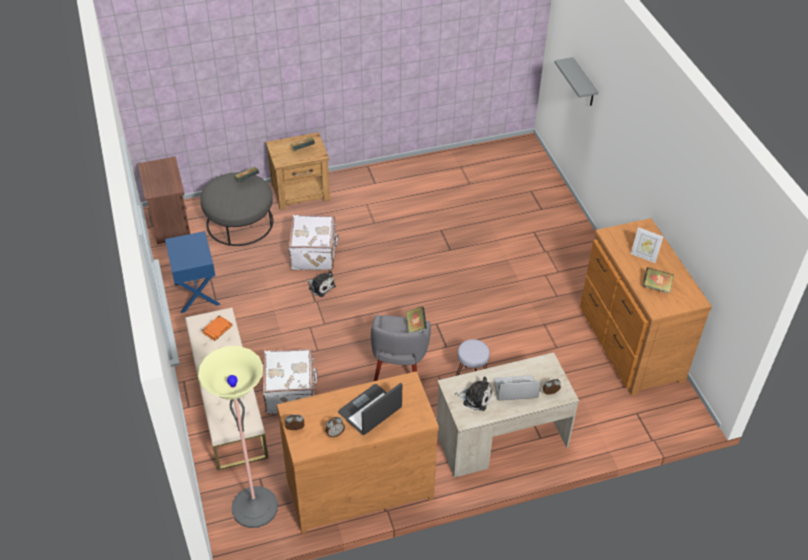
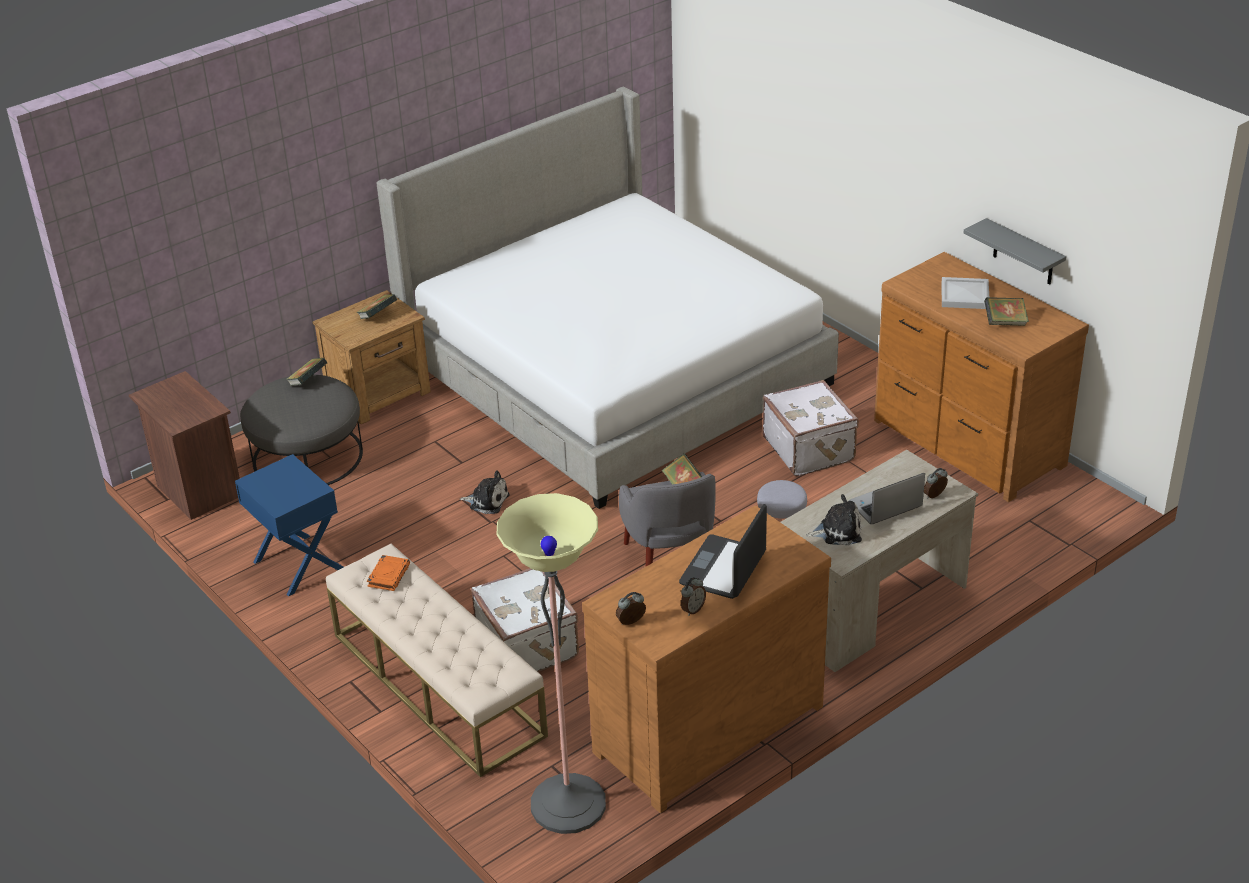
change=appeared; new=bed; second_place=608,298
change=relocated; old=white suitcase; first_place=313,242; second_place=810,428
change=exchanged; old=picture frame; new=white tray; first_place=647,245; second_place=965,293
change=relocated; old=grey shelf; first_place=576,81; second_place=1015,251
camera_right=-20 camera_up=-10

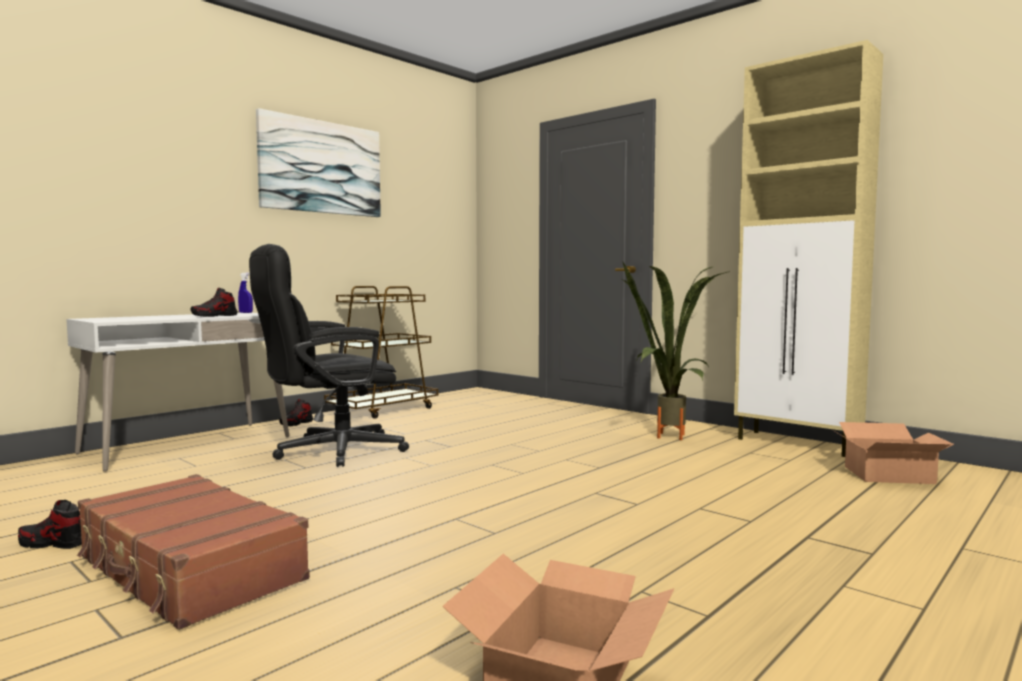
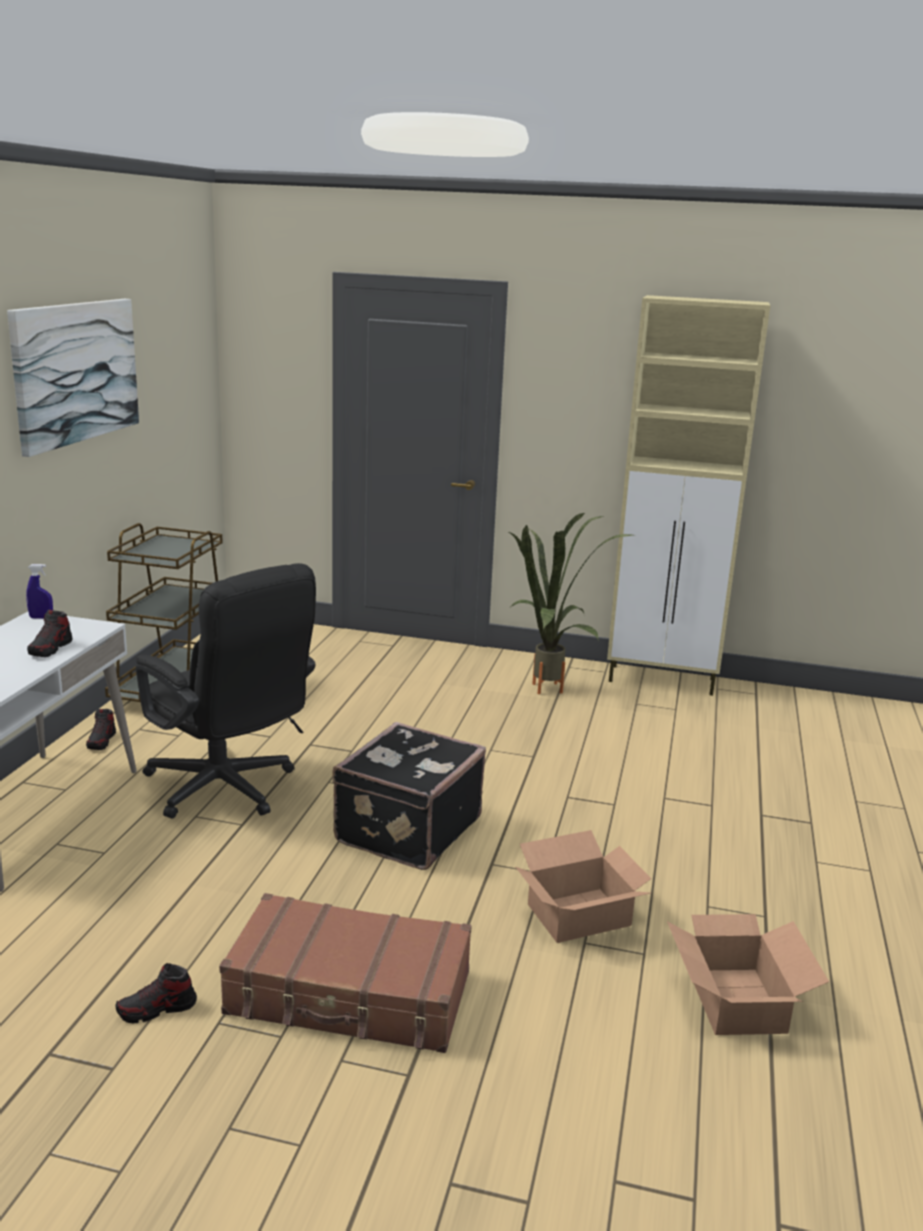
change=spun; old=black office chair; first_place=329,355; second_place=225,691; degrees=-75
change=appeared; new=black suitcase; second_place=409,796
change=relocated; old=cardboard box; first_place=893,453; second_place=583,886
camera_right=-30 camera_up=15

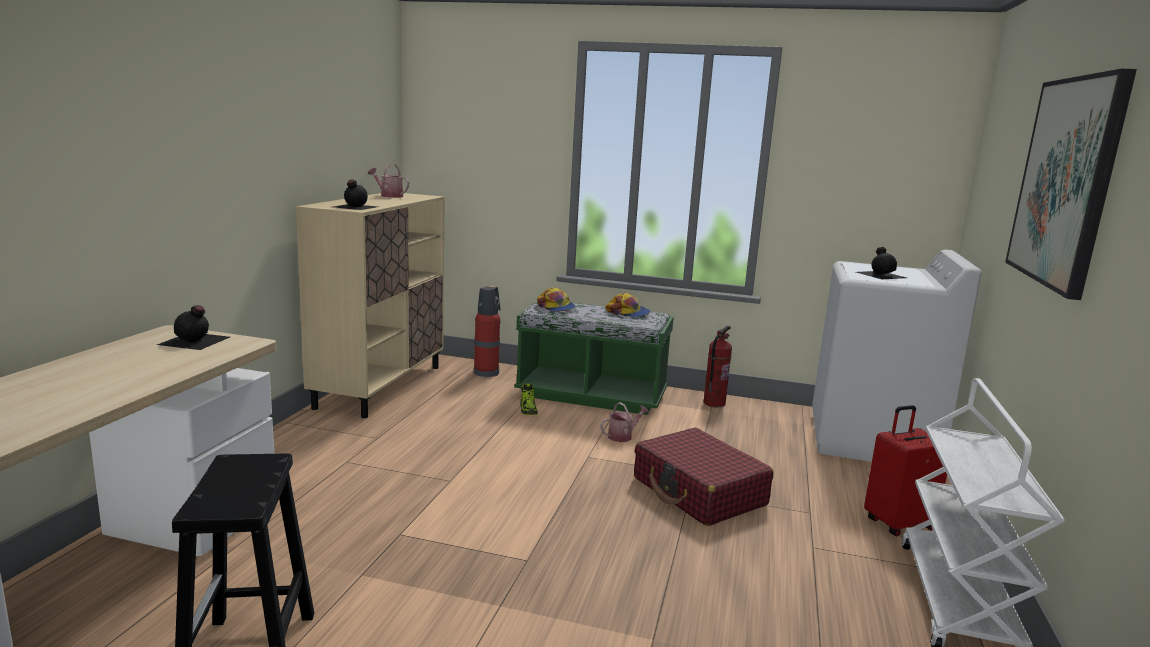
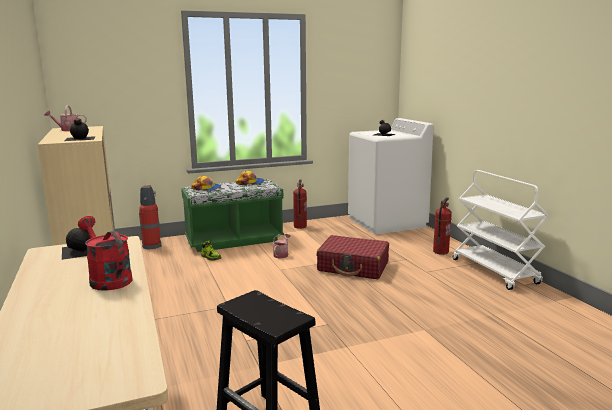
change=appeared; new=red watering can; second_place=105,253
change=exchanged; old=red suitcase; new=fire extinguisher; first_place=905,471; second_place=442,226
change=missing; old=picture; first_place=1071,184
camera_right=-35 camera_up=0

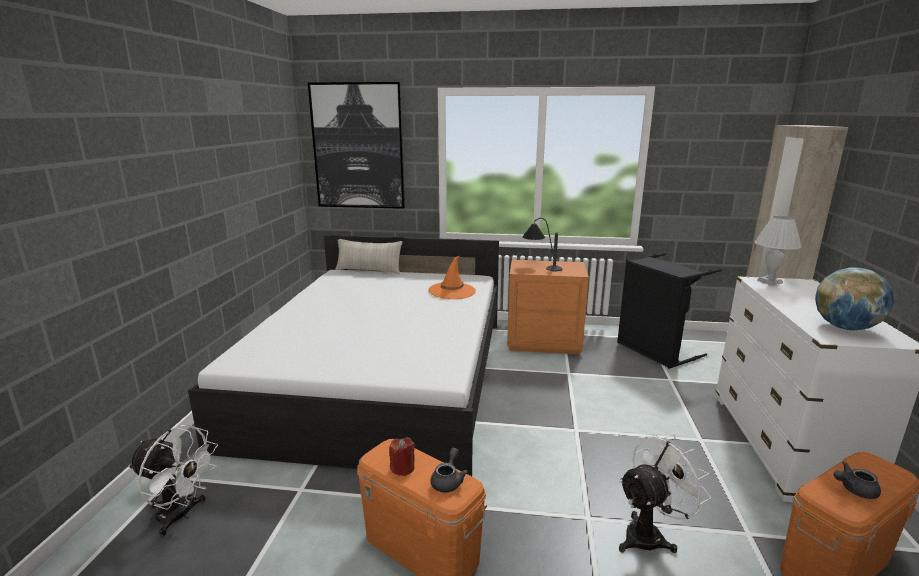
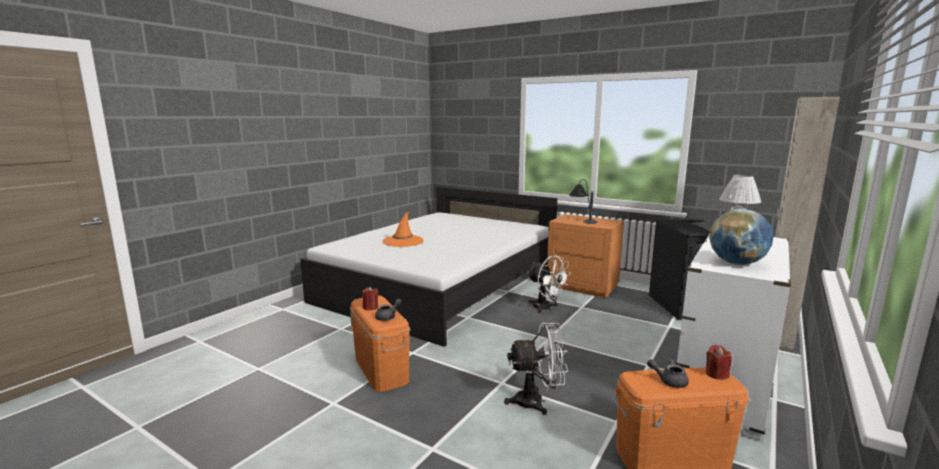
change=relocated; old=orange hat; first_place=452,277; second_place=403,229
change=relocated; old=white fan; first_place=173,480; second_place=549,284
change=appeared; new=red candle; second_place=719,362
change=missing; old=picture; first_place=356,145
change=missing; old=beige pillow; first_place=369,256
camera_right=25 camera_up=-5

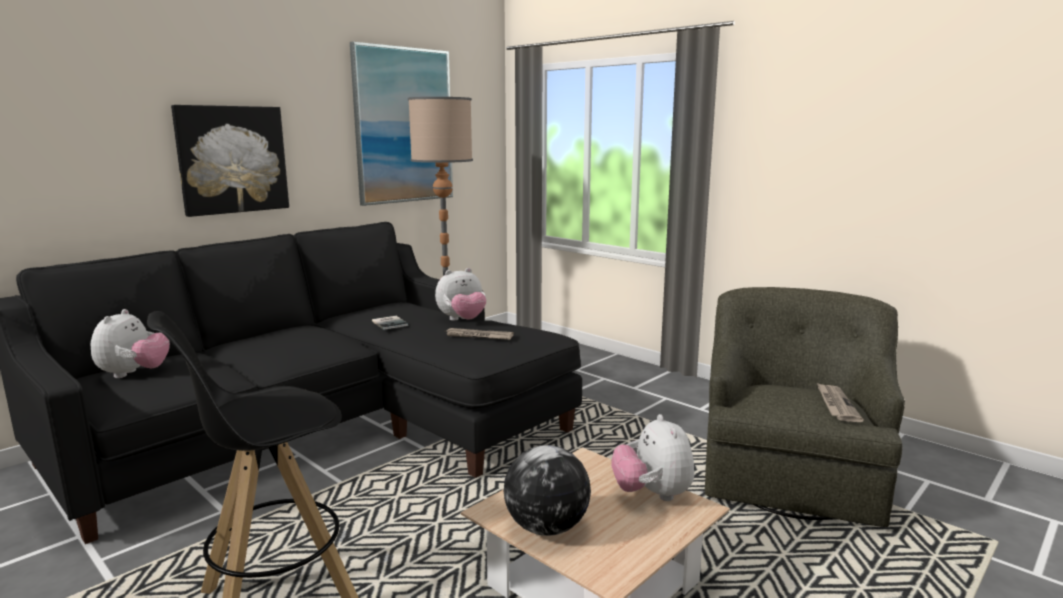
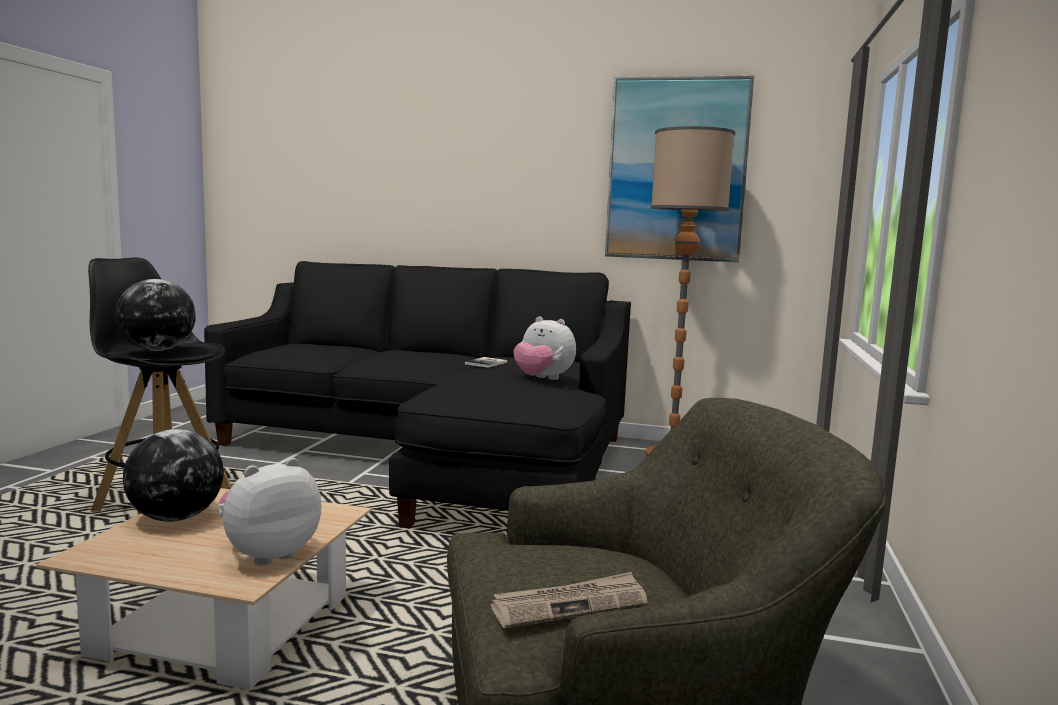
change=appeared; new=globe; second_place=155,315
change=missing; old=plush toy; first_place=130,343
change=missing; old=picture; first_place=230,161
change=missing; old=newspaper; first_place=480,334
camera_right=60 camera_up=-5

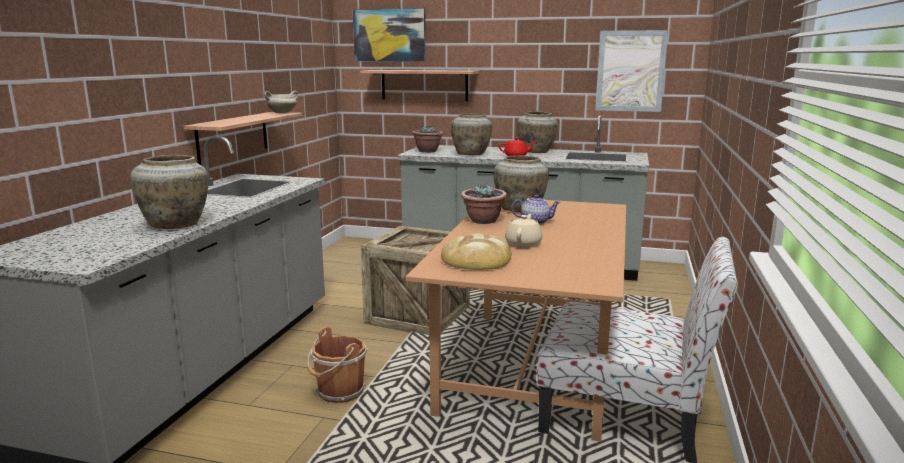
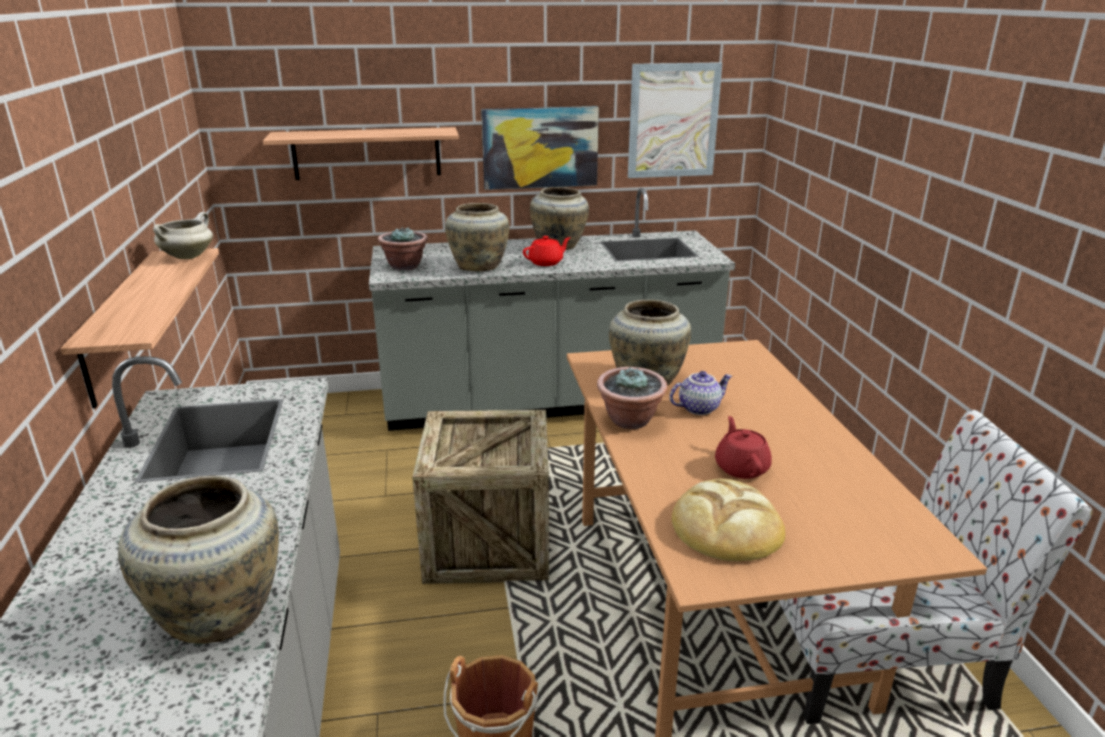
change=relocated; old=picture; first_place=389,35; second_place=540,148
change=colour; old=beige teapot; new=red teapot; first_place=524,230; second_place=743,447
camera_right=-25 camera_up=10

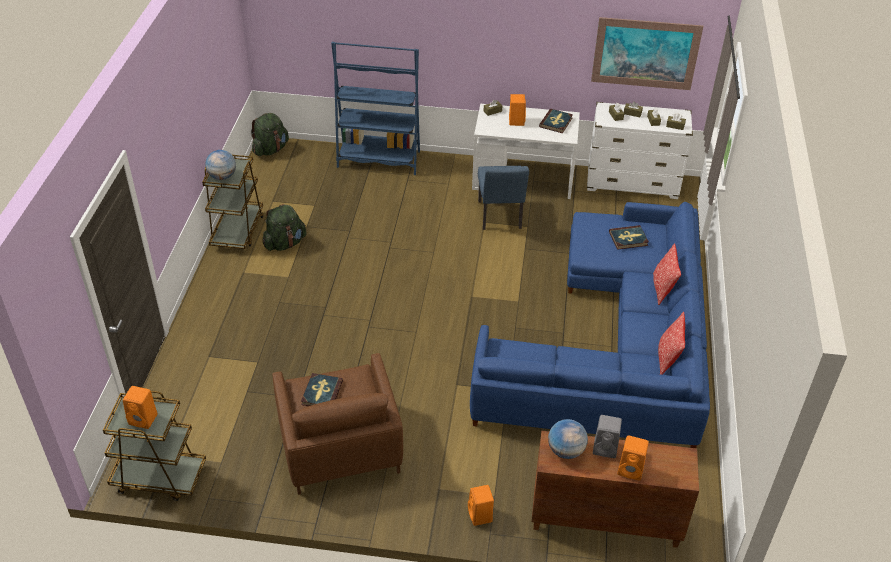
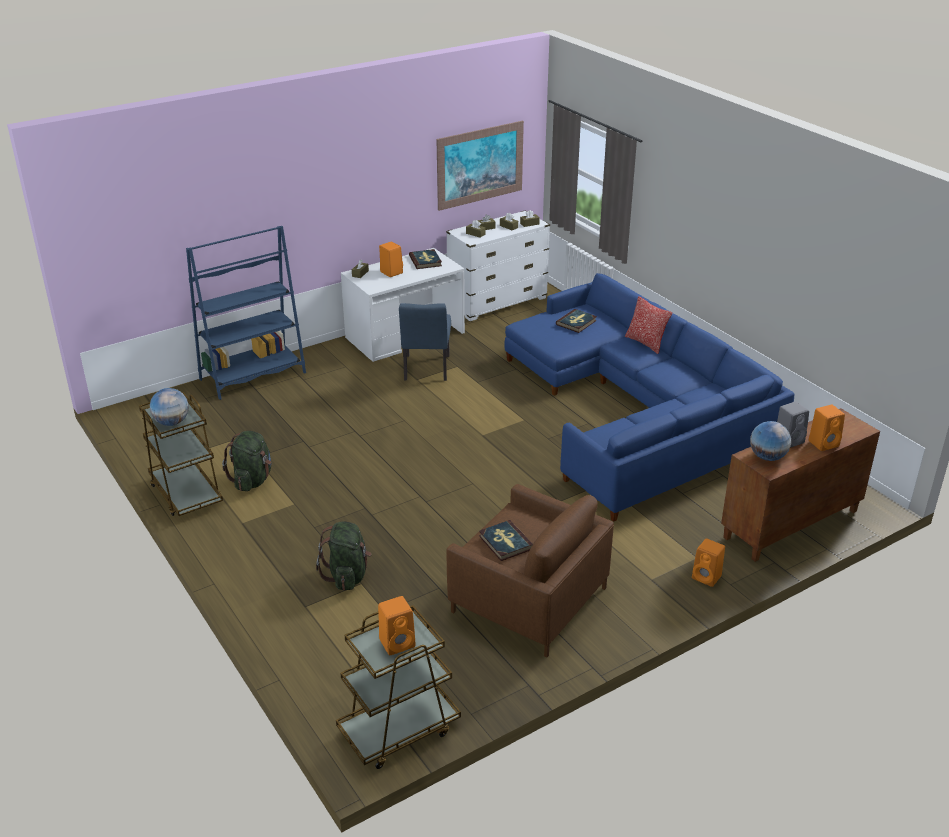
change=relocated; old=green backpack; first_place=270,134; second_place=344,556
change=spun; old=blue chair; first_place=503,198; second_place=425,342; degrees=45
change=missing; old=pillow; first_place=671,343
camera_right=-40 camera_up=-10

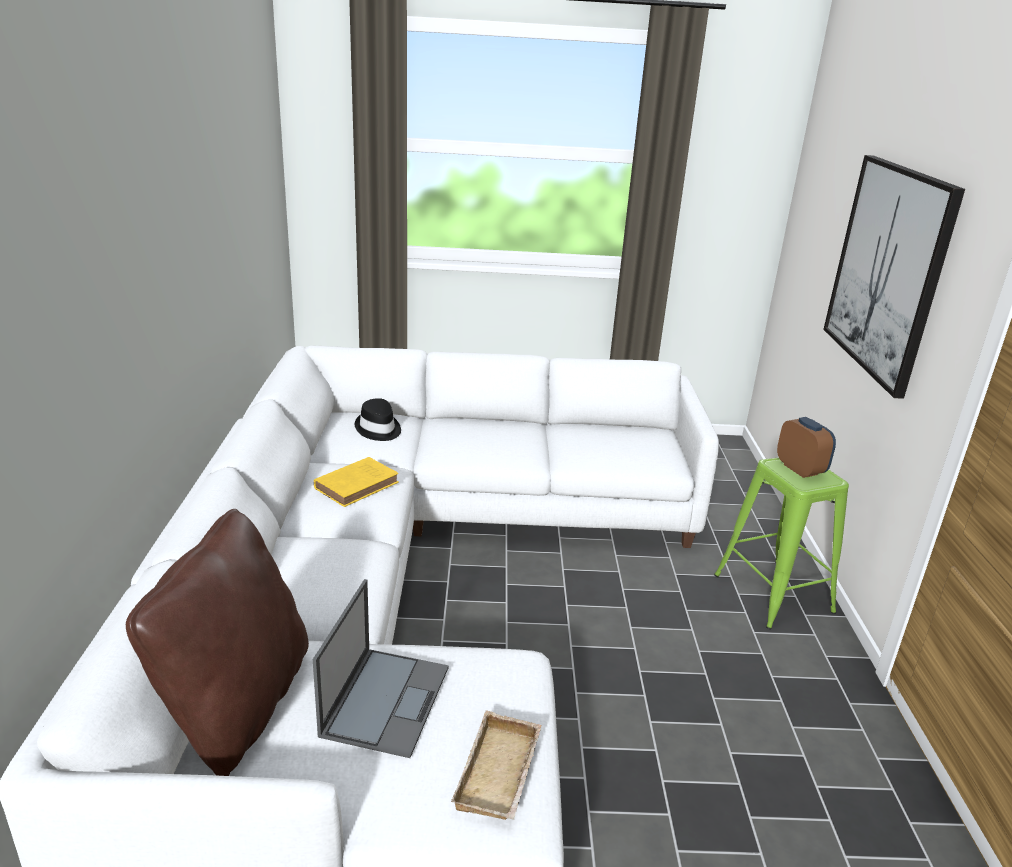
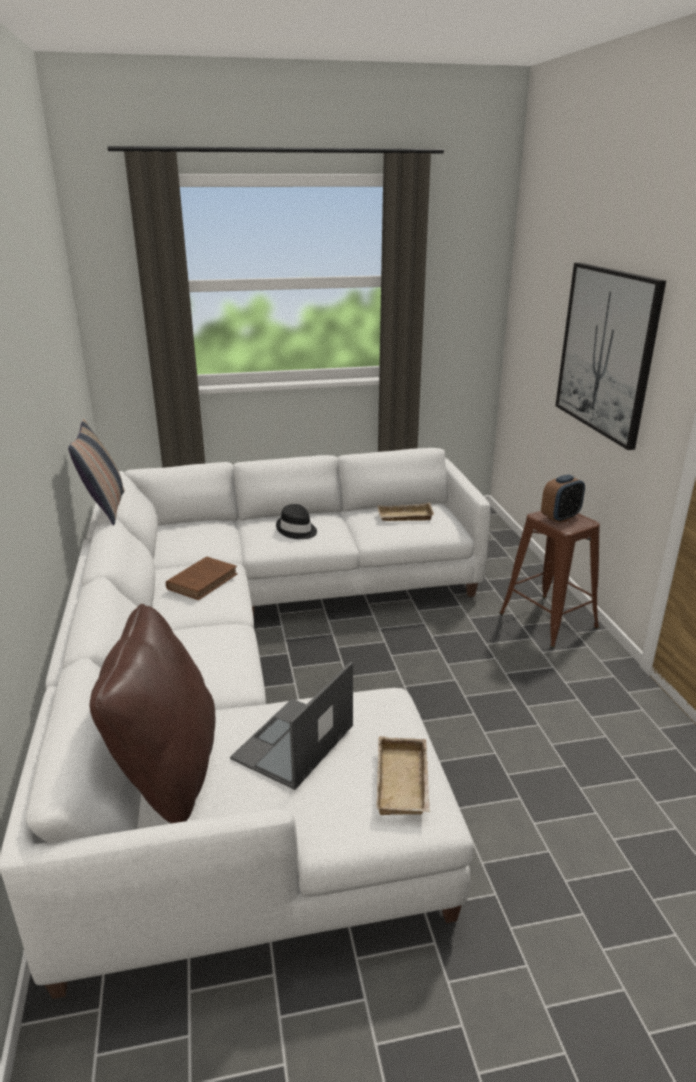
change=appeared; new=pillow; second_place=96,472
change=colour; old=yellow book; new=brown book; first_place=356,482; second_place=202,578
change=spun; old=laptop; first_place=381,668; second_place=291,725; degrees=-150
change=relocated; old=black hat; first_place=378,419; second_place=296,521
change=appeared; new=beige tray; second_place=405,512
change=colour; old=green stool; new=brown stool; first_place=781,543; second_place=549,579
change=spun; old=alarm clock; first_place=806,447; second_place=563,498; degrees=90
camera_right=-10 camera_up=0

